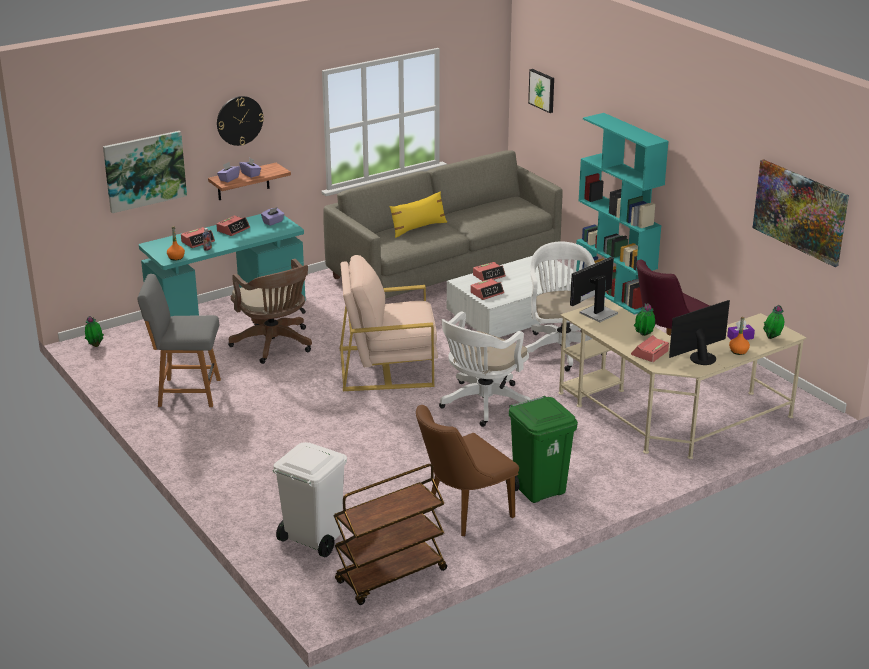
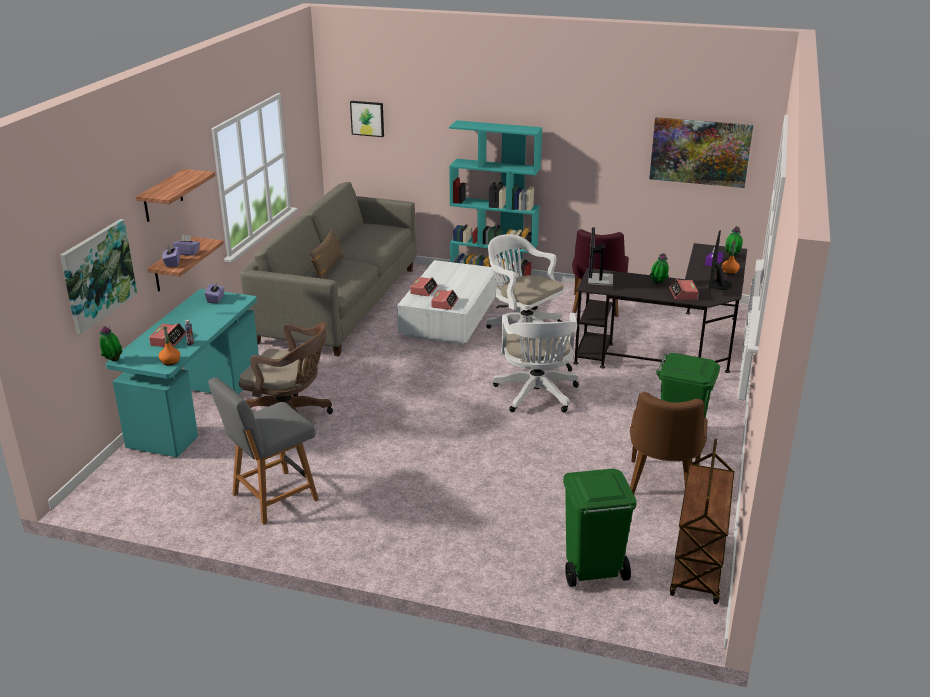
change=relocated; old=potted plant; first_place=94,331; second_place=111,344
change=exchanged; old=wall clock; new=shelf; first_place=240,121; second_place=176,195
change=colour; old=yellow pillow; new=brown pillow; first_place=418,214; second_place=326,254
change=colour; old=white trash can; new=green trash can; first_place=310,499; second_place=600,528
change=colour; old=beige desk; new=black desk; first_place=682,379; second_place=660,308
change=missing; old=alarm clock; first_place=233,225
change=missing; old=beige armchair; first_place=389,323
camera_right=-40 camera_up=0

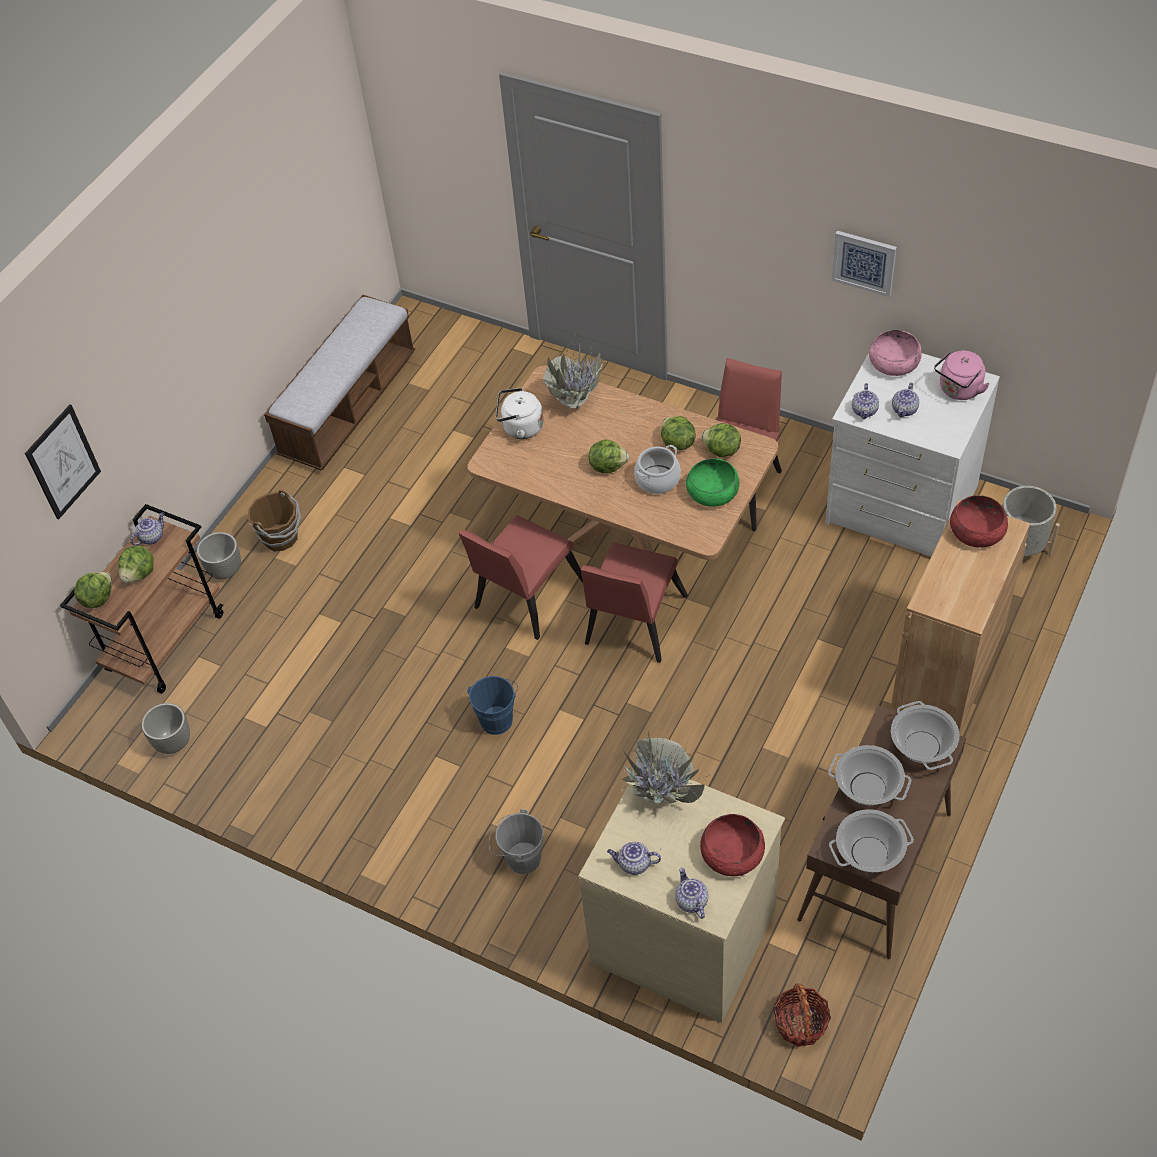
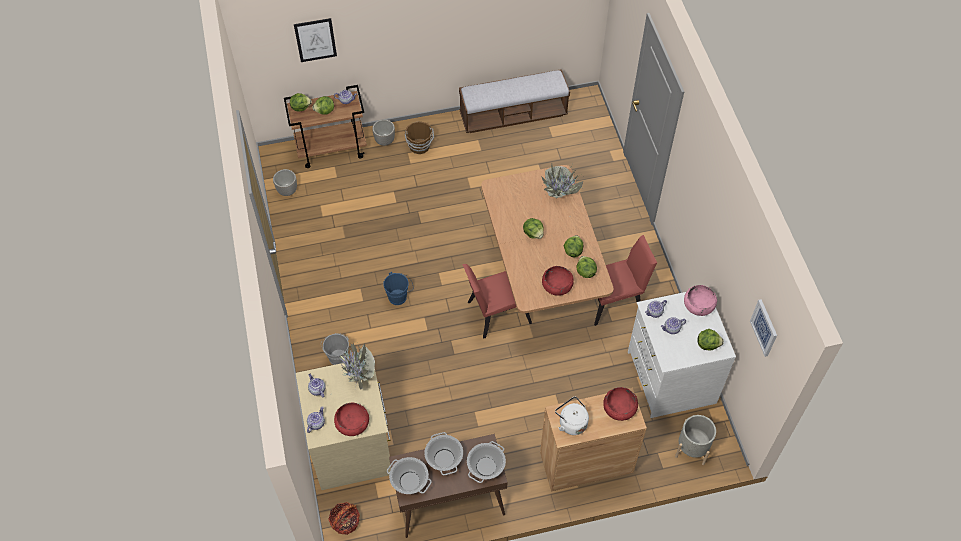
change=colour; old=green bowl; new=red bowl; first_place=712,482; second_place=558,281
change=relocated; old=white kettle; first_place=519,413; second_place=572,416
change=exchanged; old=pink kettle; new=lettuce; first_place=962,375; second_place=710,339
change=relocated; old=picture; first_place=864,264; second_place=763,328
change=missing; old=red chair; first_place=521,577
change=missing; old=cooking pot; first_place=657,469
camera_right=45 camera_up=5

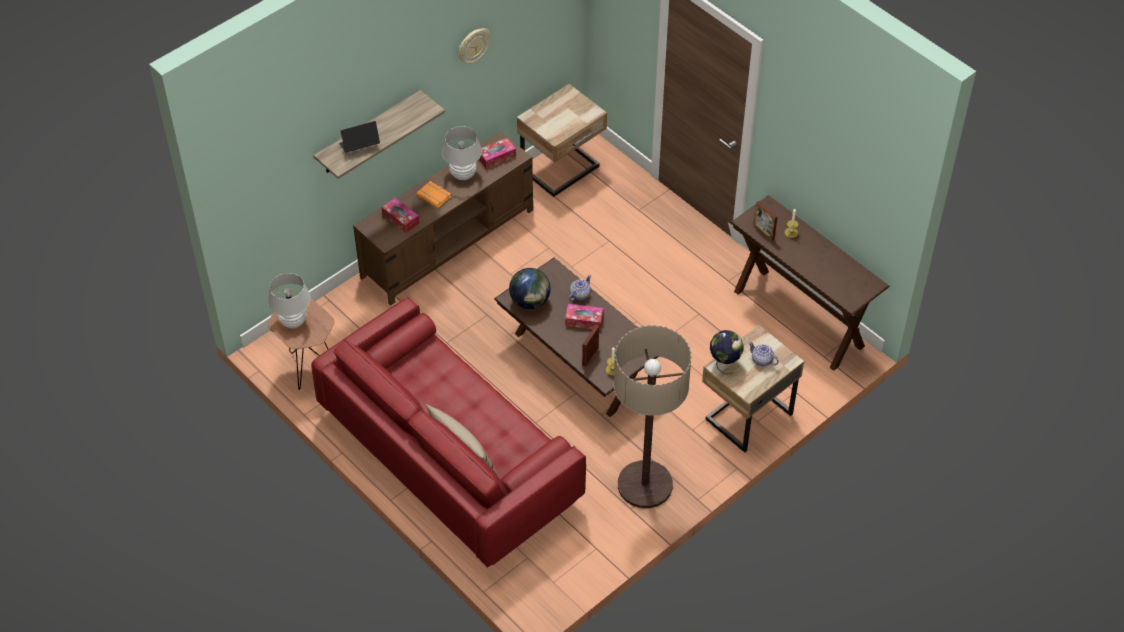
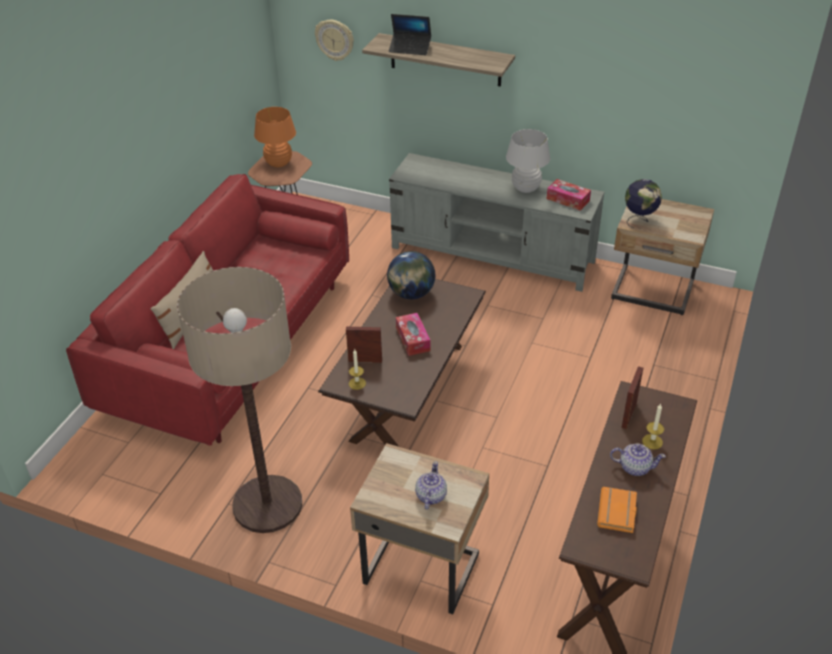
change=colour; old=white table lamp; new=orange table lamp; first_place=289,300; second_place=275,137
change=relocated; old=wall clock; first_place=474,46; second_place=334,40
change=spun; old=laptop; first_place=359,137; second_place=410,34; degrees=150
change=colour; old=brown tv stand; new=grey tv stand; first_place=443,218; second_place=497,222
change=relocated; old=orange book; first_place=433,194; second_place=617,510
change=relocated; old=teapot; first_place=580,288; second_place=638,460
change=relocated; old=globe; first_place=727,352; second_place=643,203
change=missing; old=tissue box; first_place=400,215
camera_right=65 camera_up=-10

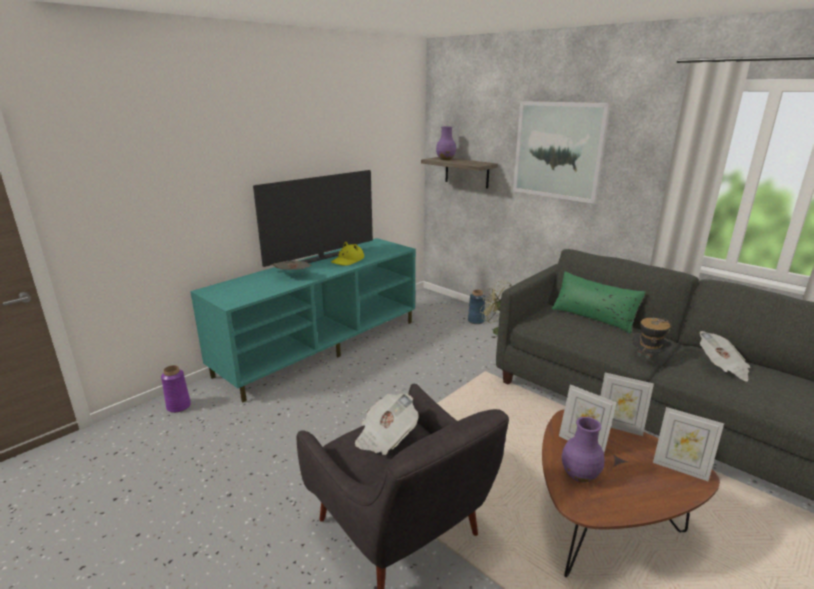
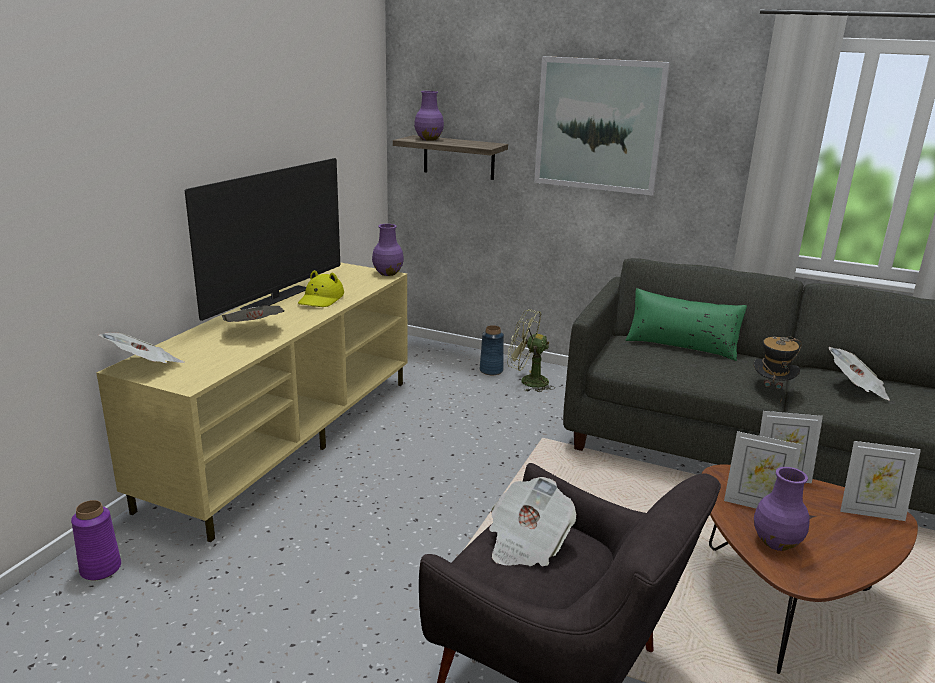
change=colour; old=turquoise tv stand; new=beige tv stand; first_place=303,320; second_place=251,402
change=appeared; new=newspaper; second_place=141,347
change=appeared; new=purple vase; second_place=388,250
camera_right=-20 camera_up=0

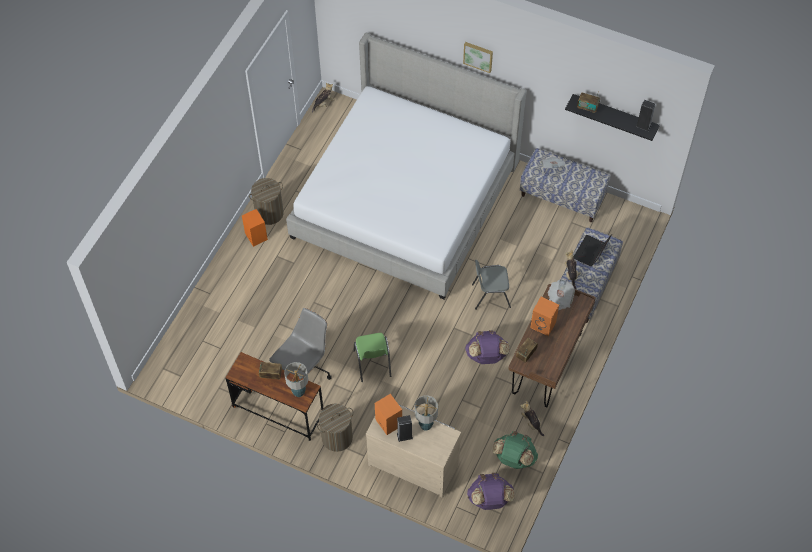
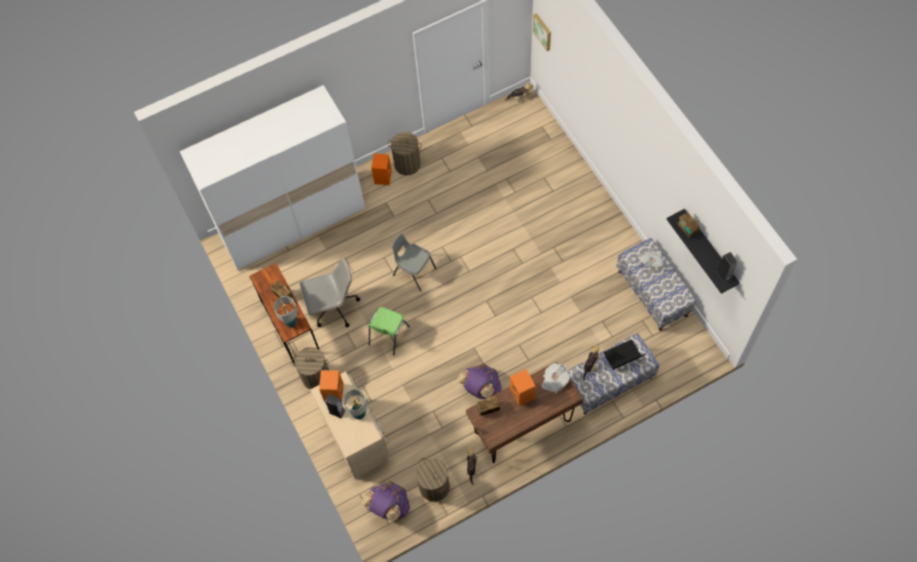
change=appeared; new=white wardrobe; second_place=273,177
change=relocated; old=grey chair; first_place=491,285; second_place=413,262
change=exchanged; old=green backpack; new=laundry basket; first_place=515,450; second_place=433,480
change=relocated; old=picture; first_place=478,57; second_place=542,32
change=missing; old=bed; first_place=406,166
camera_right=40 camera_up=5

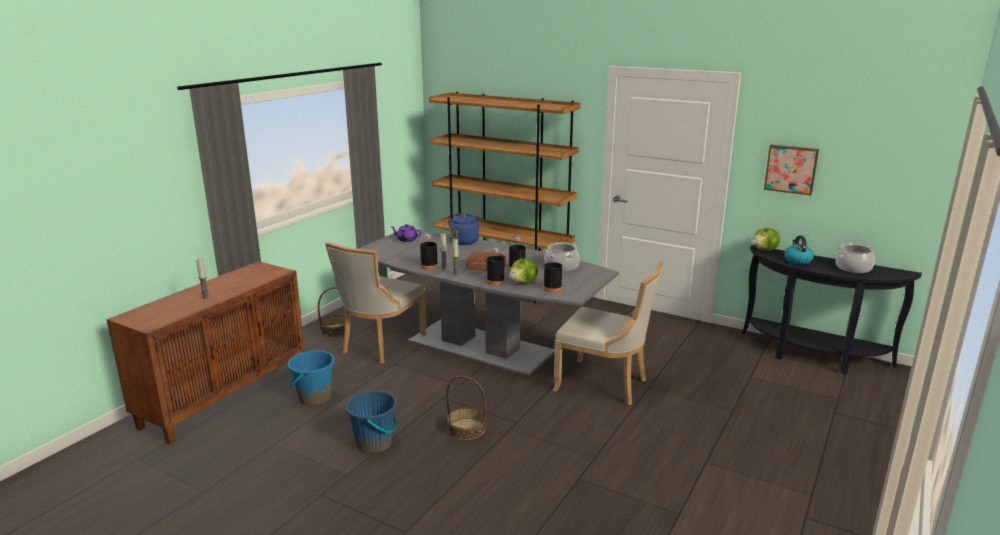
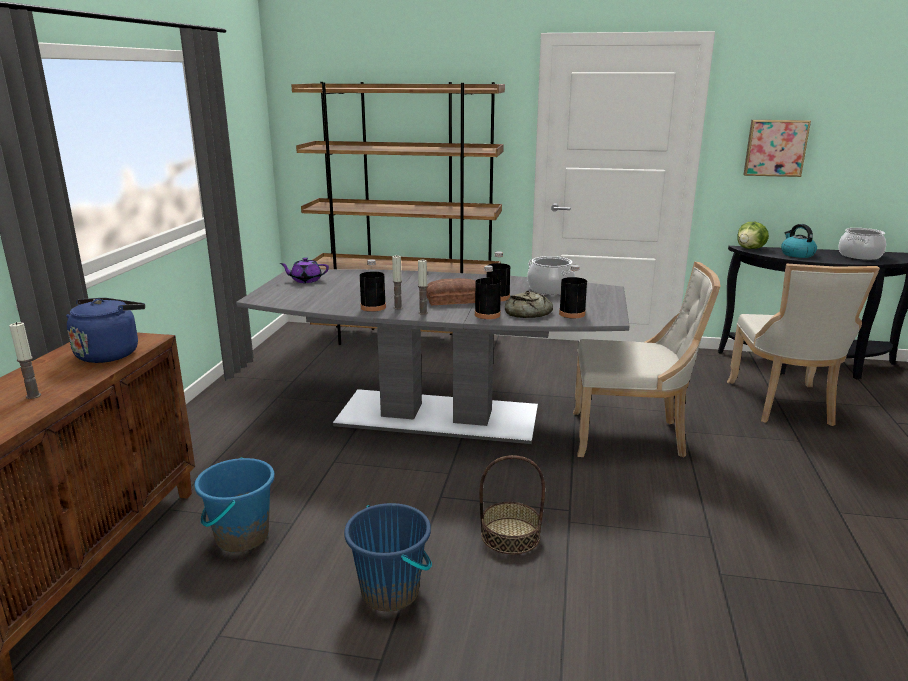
change=relocated; old=blue kettle; first_place=466,229; second_place=105,330
change=exchanged; old=lettuce; new=bread; first_place=523,271; second_place=529,304
change=relocated; old=beige chair; first_place=376,302; second_place=803,345
change=missing; old=basket; first_place=334,312
camera_right=-20 camera_up=0

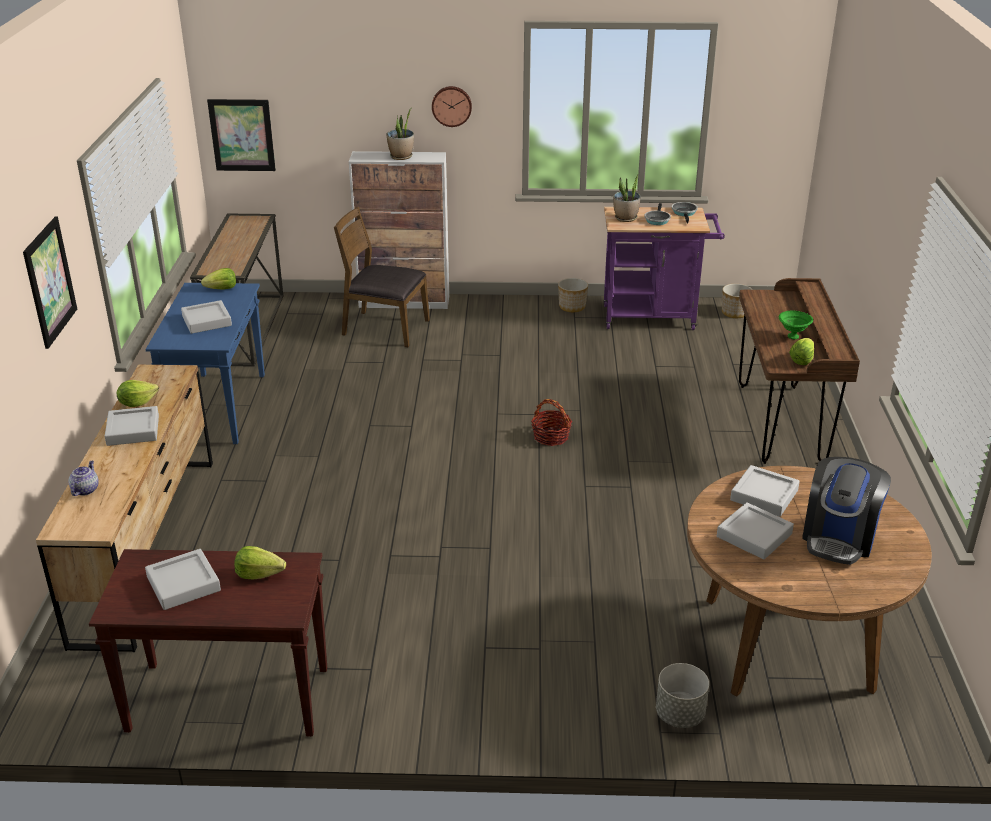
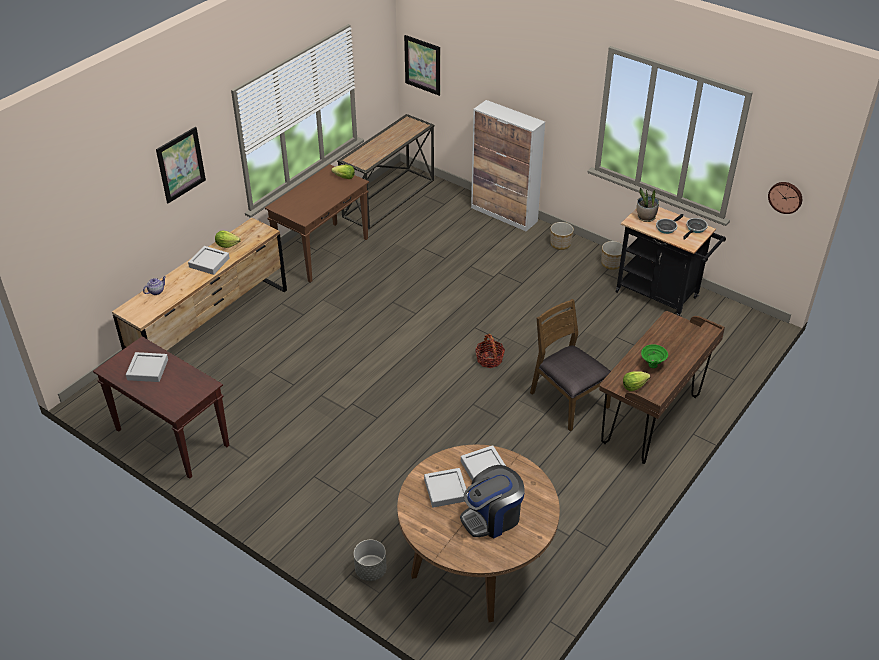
change=colour; old=blue console table; new=brown console table; first_place=205,363; second_place=317,223
change=relocated; old=brown chair; first_place=382,277; second_place=570,365
change=relocated; old=planter; first_place=737,301; second_place=562,236
change=colour; old=purple cart; new=black cart; first_place=664,268; second_place=671,262
change=relocated; old=wall clock; first_place=452,106; second_place=785,198
change=missing; old=grey tray; first_place=206,317
change=missing; old=lettuce; first_place=260,562
change=missing; old=potted plant; first_place=400,134
camera_right=35 camera_up=10

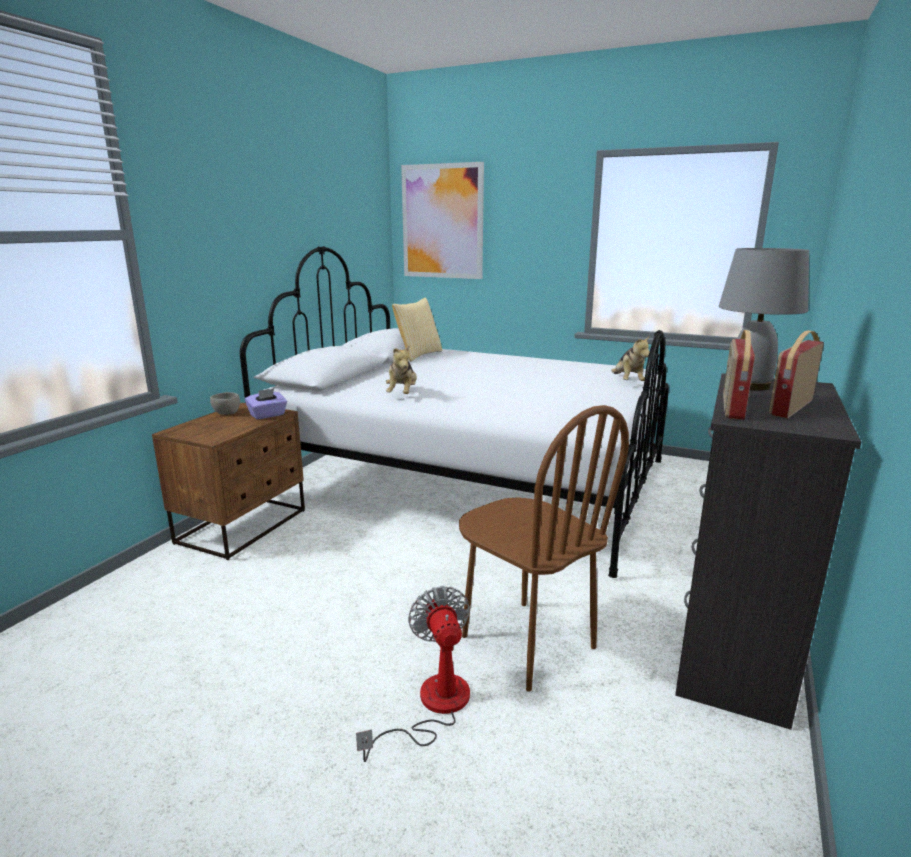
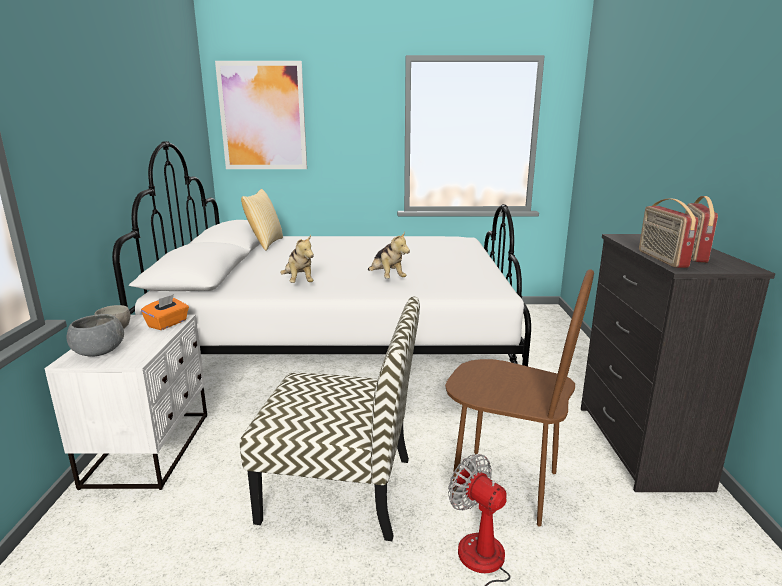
change=colour; old=brown nightstand; new=white nightstand; first_place=228,481; second_place=125,402
change=appeared; new=grey bowl; second_place=95,335
change=colour; old=purple tissue box; new=orange tissue box; first_place=266,404; second_place=165,312
change=appeared; new=chair; second_place=330,418
change=relocated; old=plush toy; first_place=630,358; second_place=389,255
change=missing; old=grey table lamp; first_place=764,319
camera_right=-25 camera_up=0

